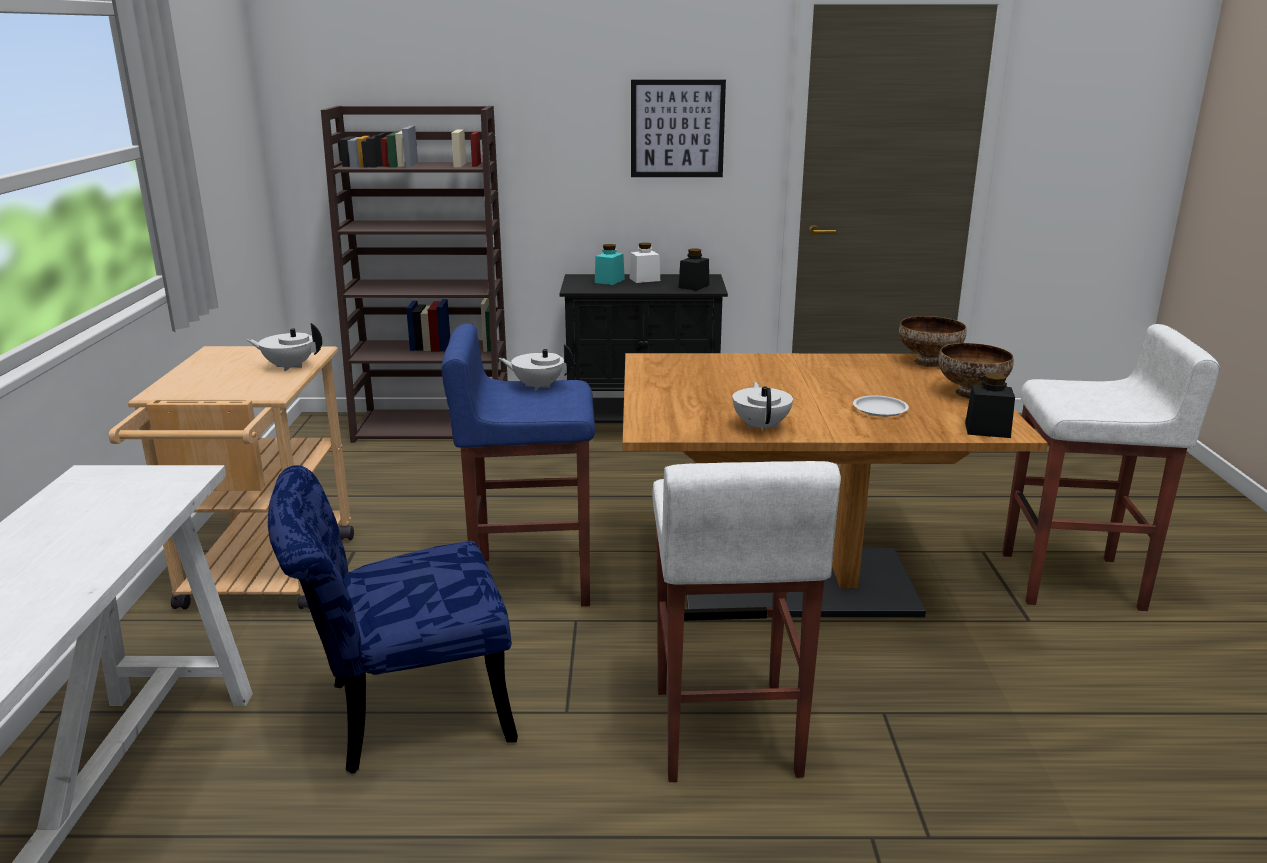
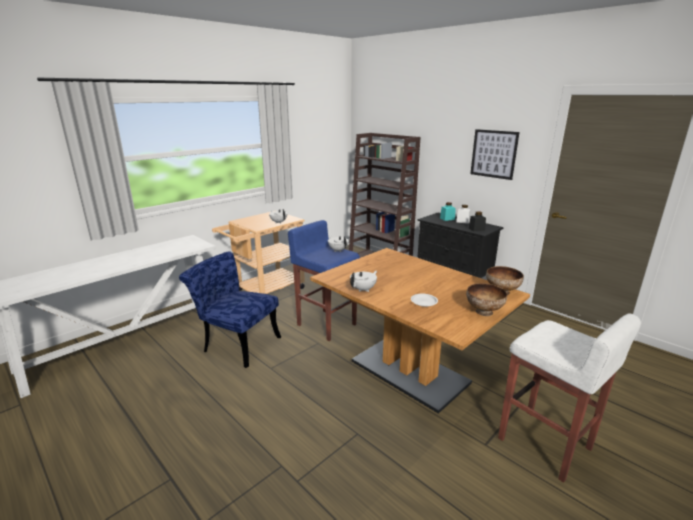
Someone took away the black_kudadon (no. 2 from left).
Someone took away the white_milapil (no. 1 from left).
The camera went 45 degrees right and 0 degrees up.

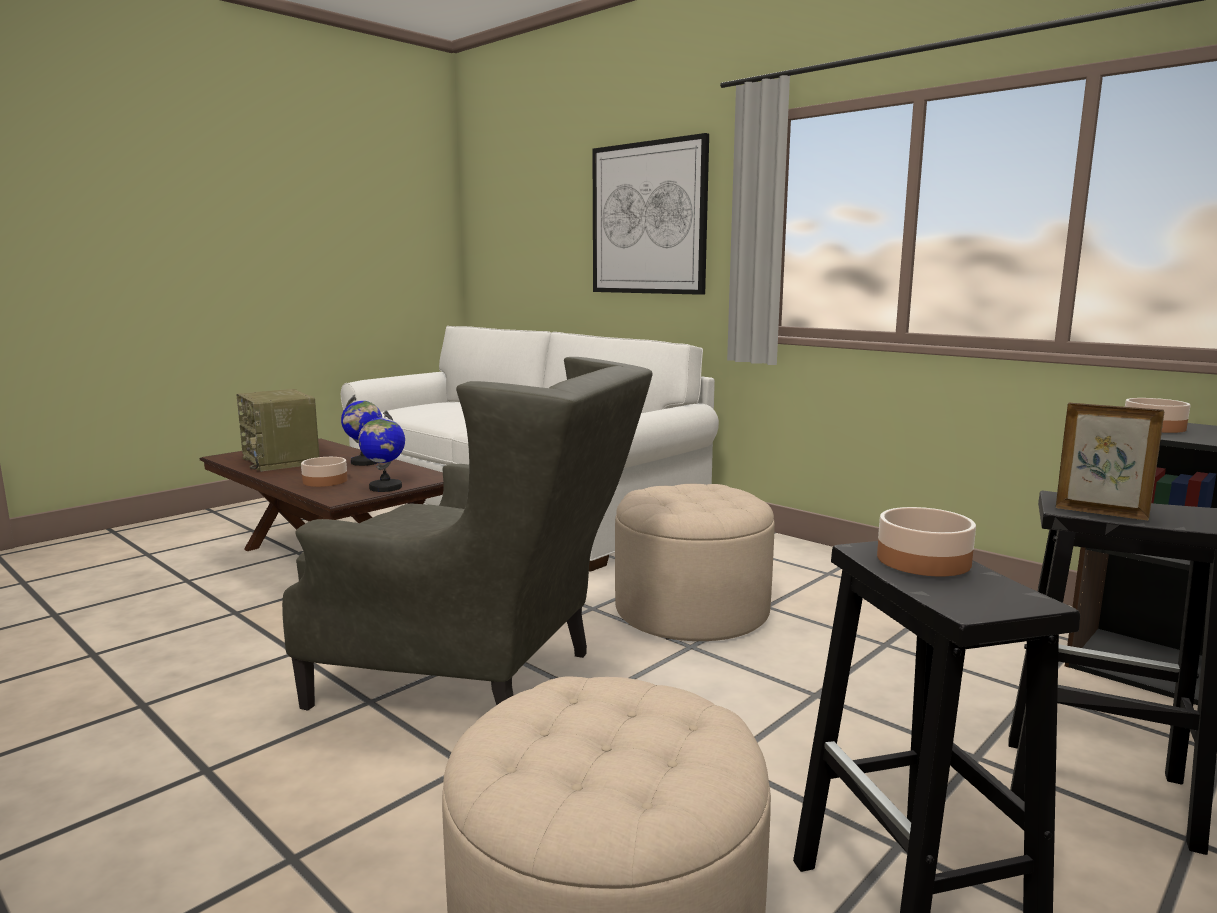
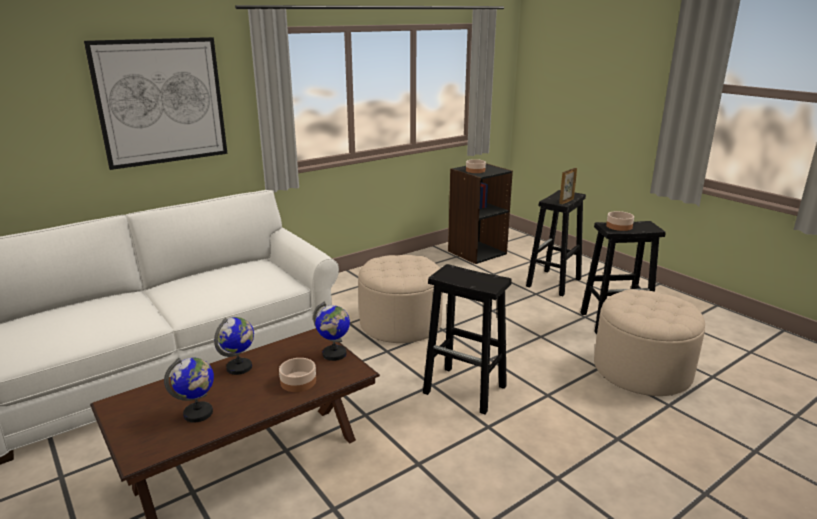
Someone swapped the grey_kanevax for the black_milapil (no. 1 from left).
Someone swapped the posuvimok for the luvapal (no. 1 from left).
The camera went 80 degrees left and 10 degrees up.

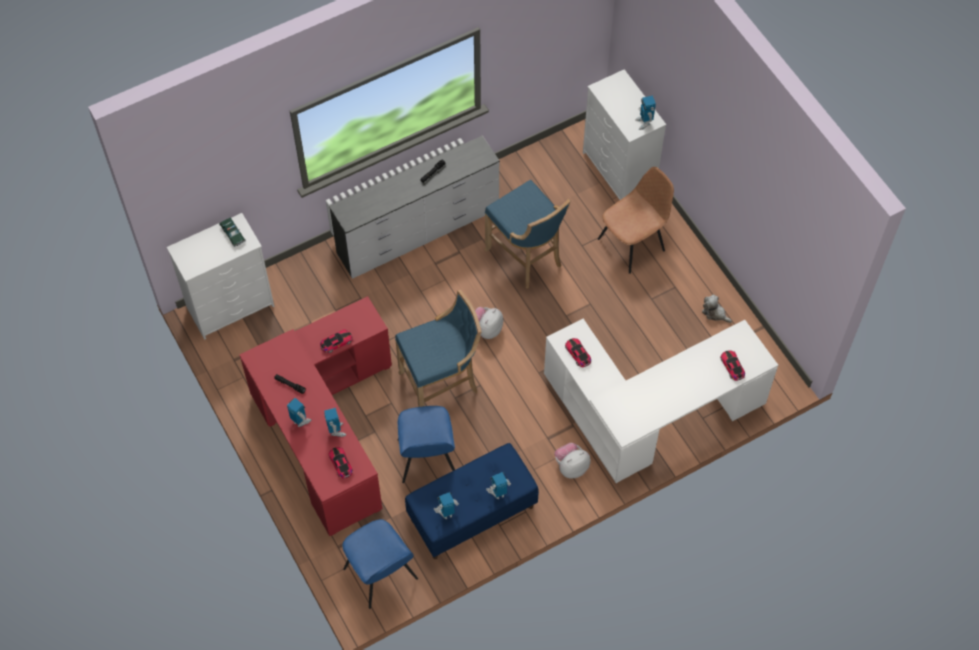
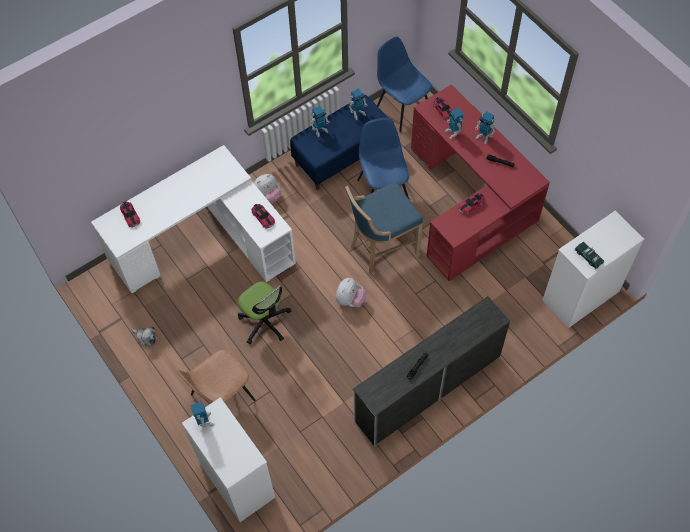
Someone took away the blue_milapil (no. 2 from left).
Someone put down the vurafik.
The camera went 175 degrees right and 0 degrees up.

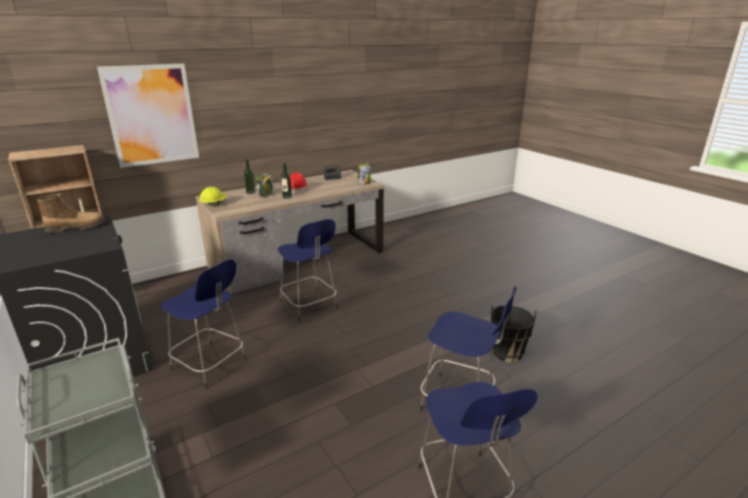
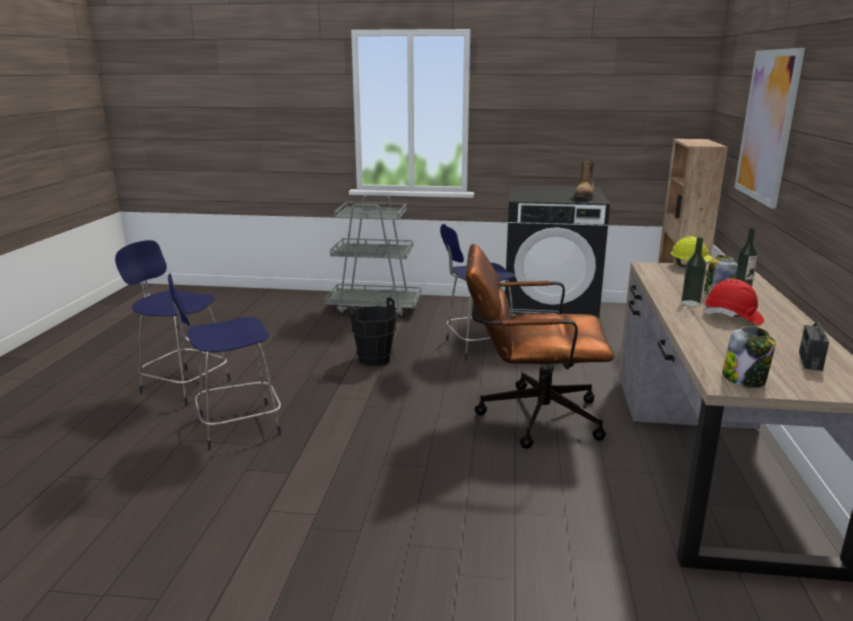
Someone swapped the blue_milapil (no. 2 from left) for the brown_vurafik.
Someone carried the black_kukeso.
The camera went 130 degrees right and 5 degrees down.

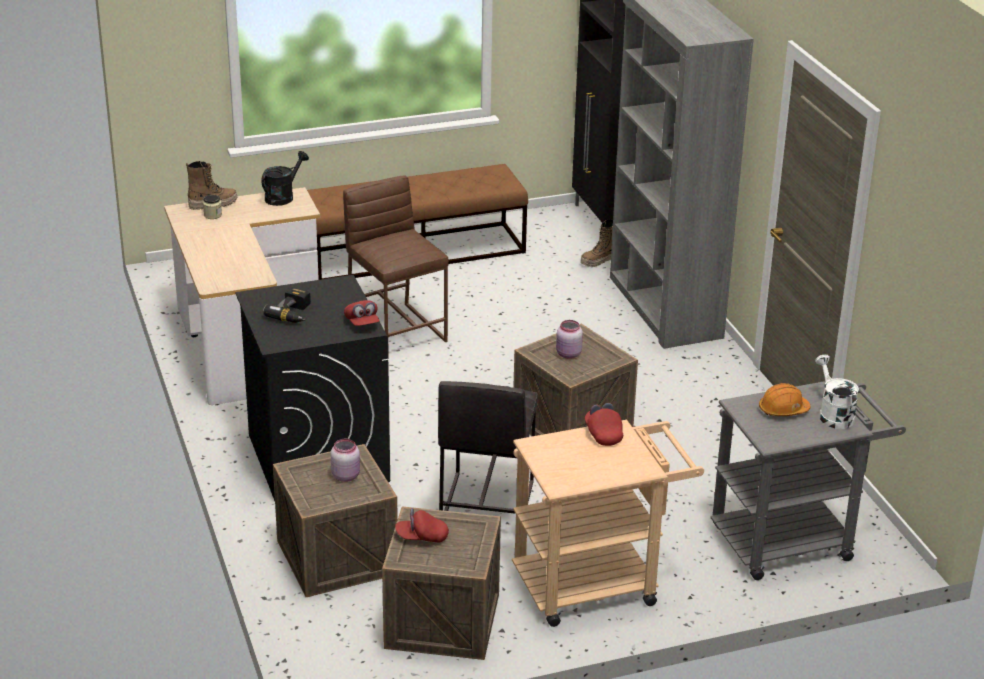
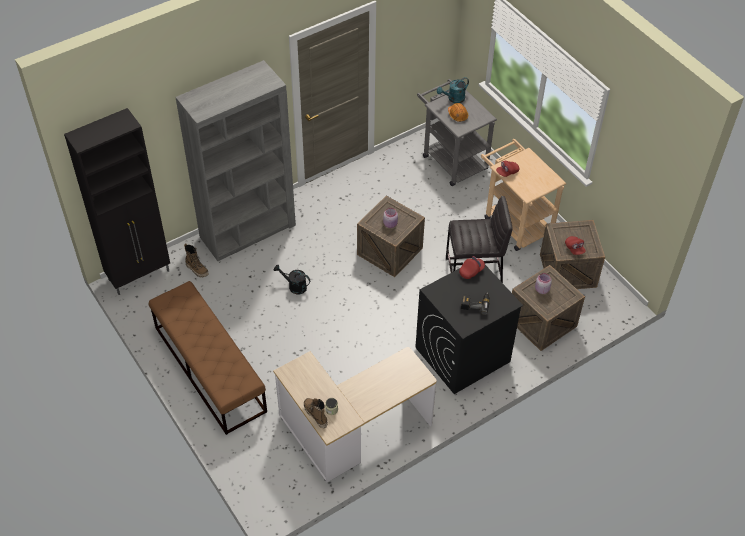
Someone carried the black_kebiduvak.
Someone took away the brown_milapil.
Someone repainted the white_kebiduvak, which became the turquoise_kebiduvak.
The camera went 105 degrees left and 20 degrees up.

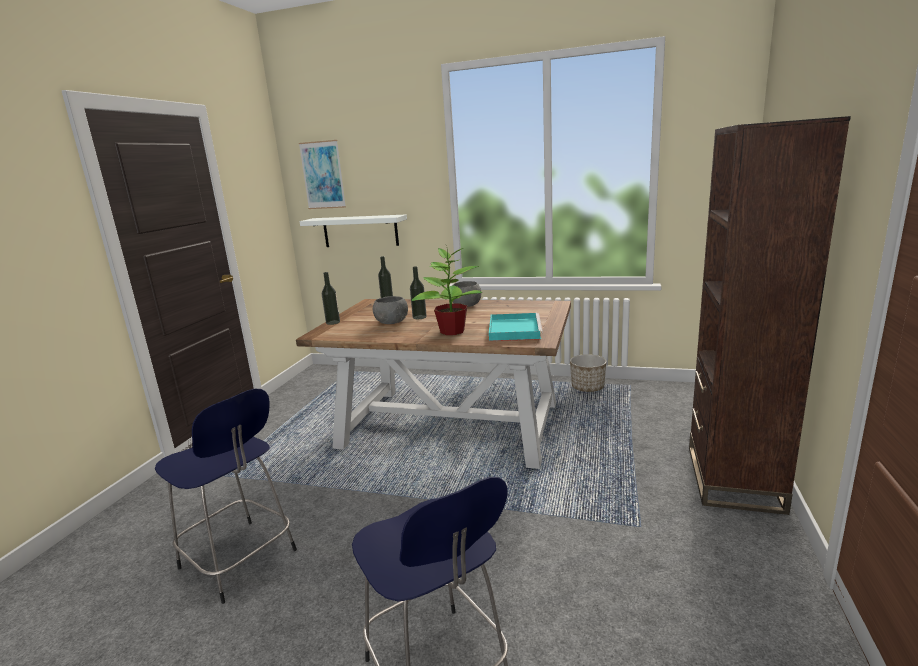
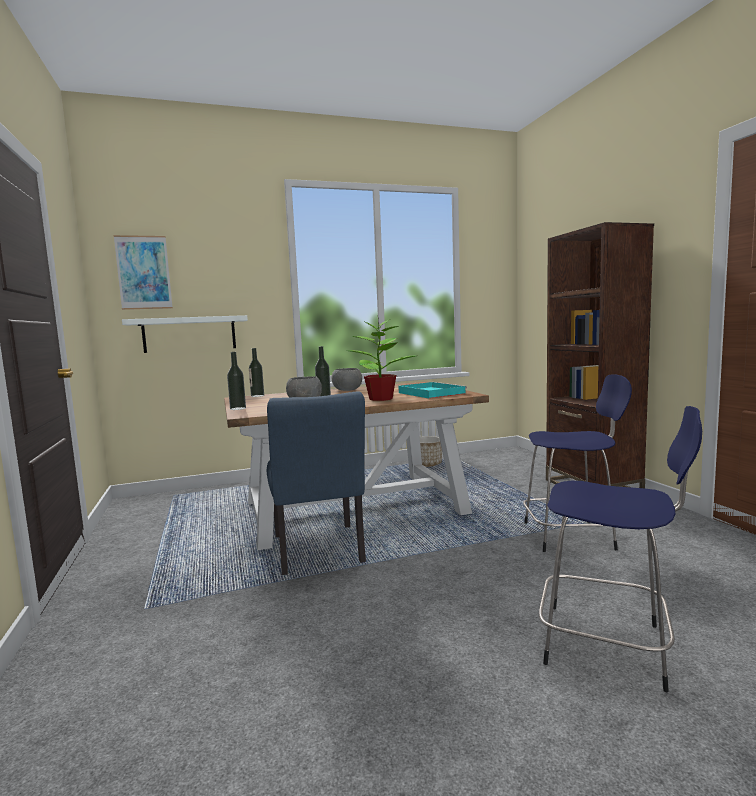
Someone carried the blue_milapil (no. 1 from left).
Someone put down the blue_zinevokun.
The camera went 35 degrees left and 10 degrees down.

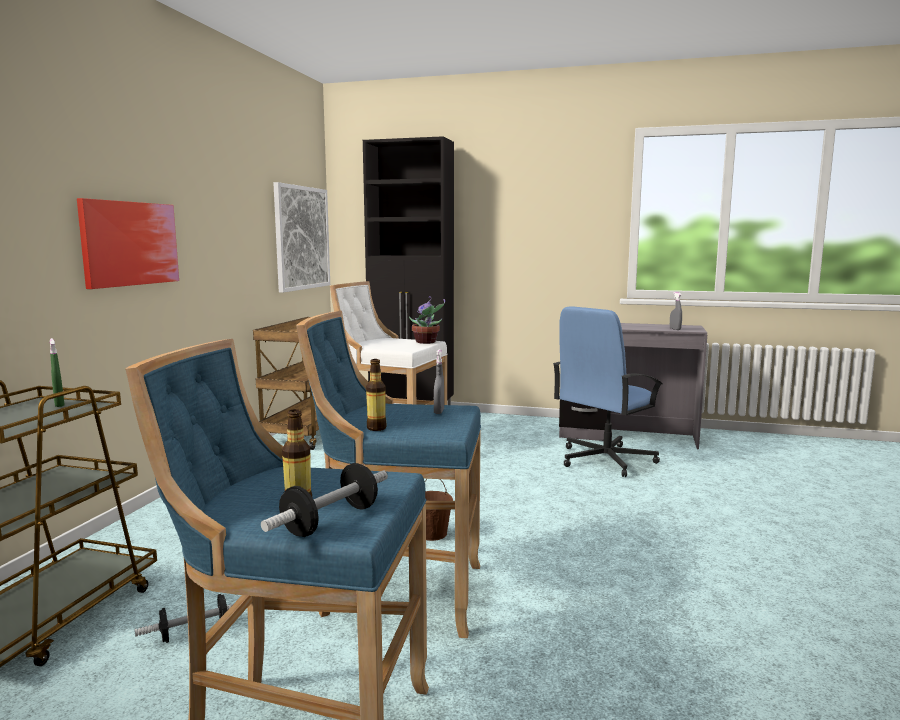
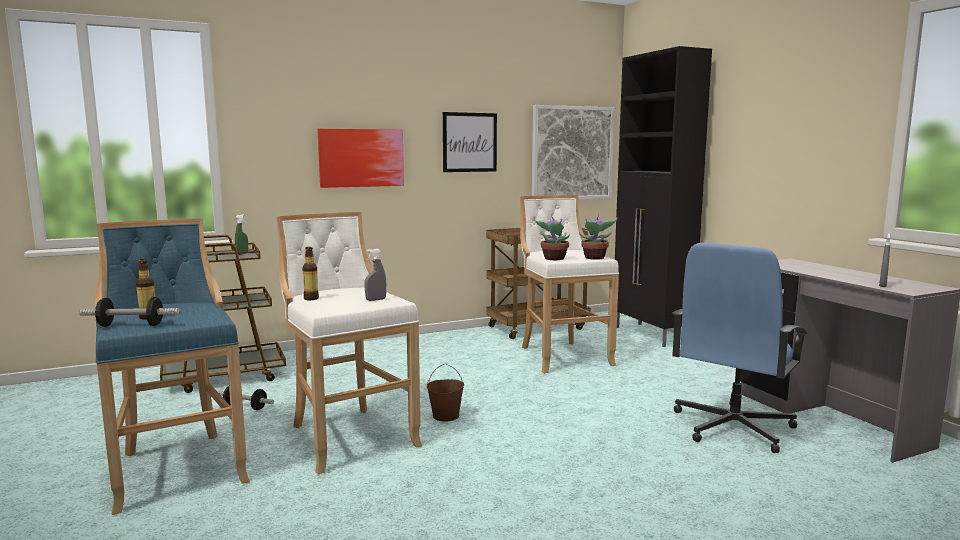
Someone rotated the blue_vurafik by 60 degrees counterclockwise.
Someone repainted the blue_milapil (no. 2 from left), which became the white_milapil (no. 1 from left).
Someone put up the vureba (no. 2 from left).
Someone put down the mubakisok (no. 1 from left).
The camera went 50 degrees right and 0 degrees up.

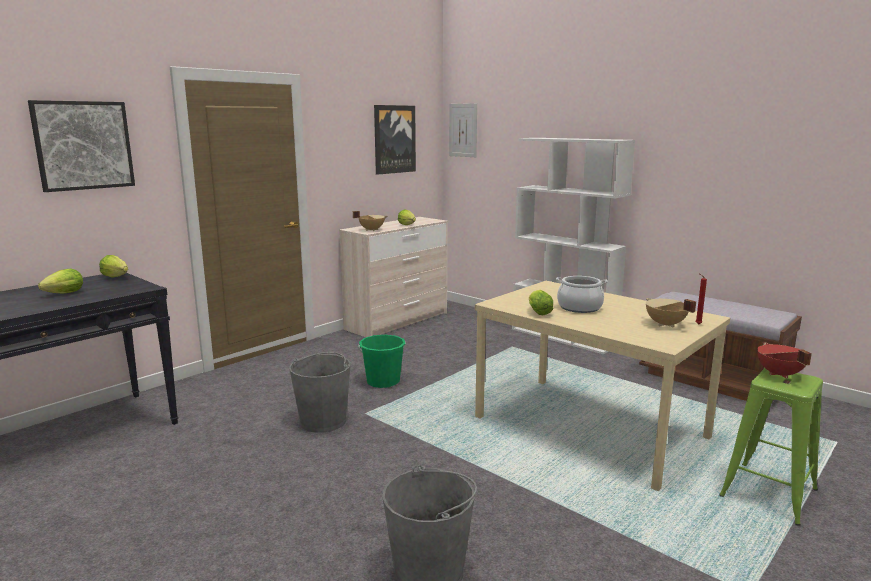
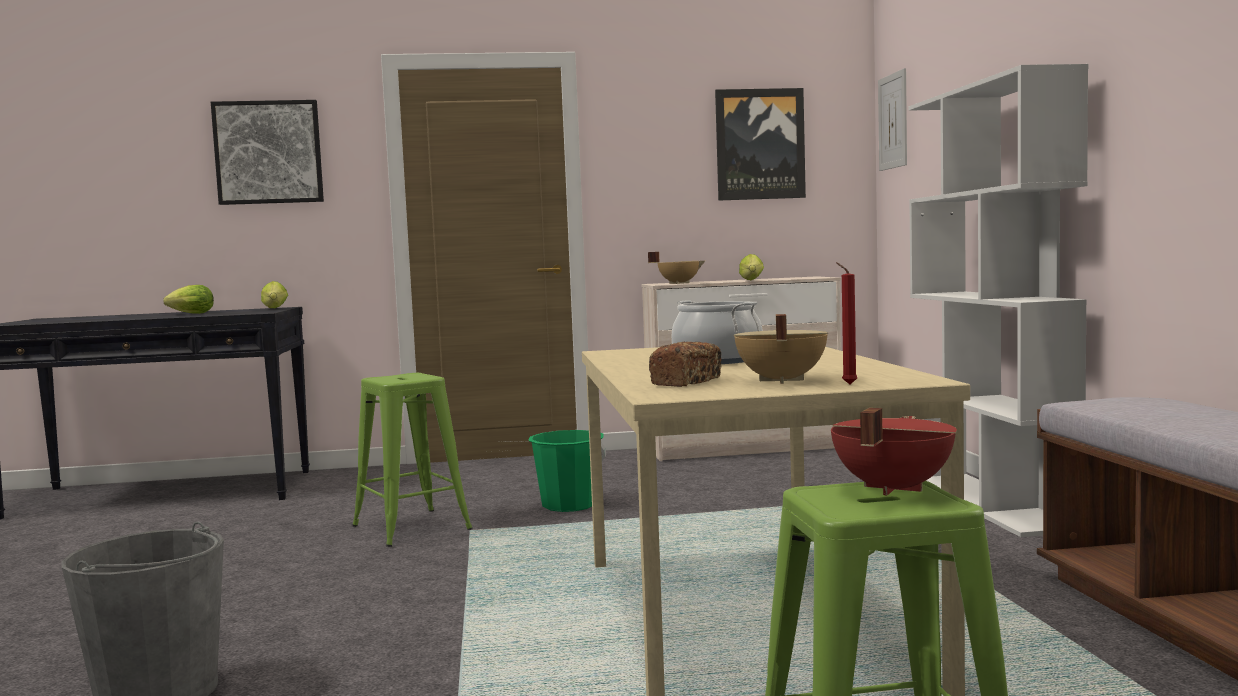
Someone took away the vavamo (no. 4 from left).
Someone swapped the grey_kukeso (no. 1 from left) for the green_milapil (no. 1 from left).
Someone put down the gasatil.
The camera went 40 degrees right and 10 degrees down.

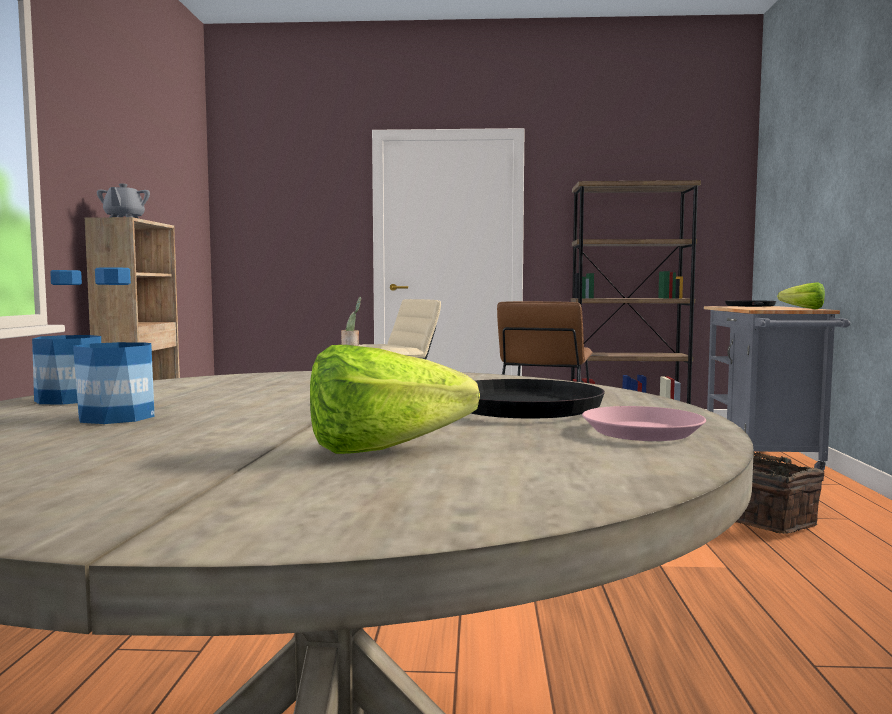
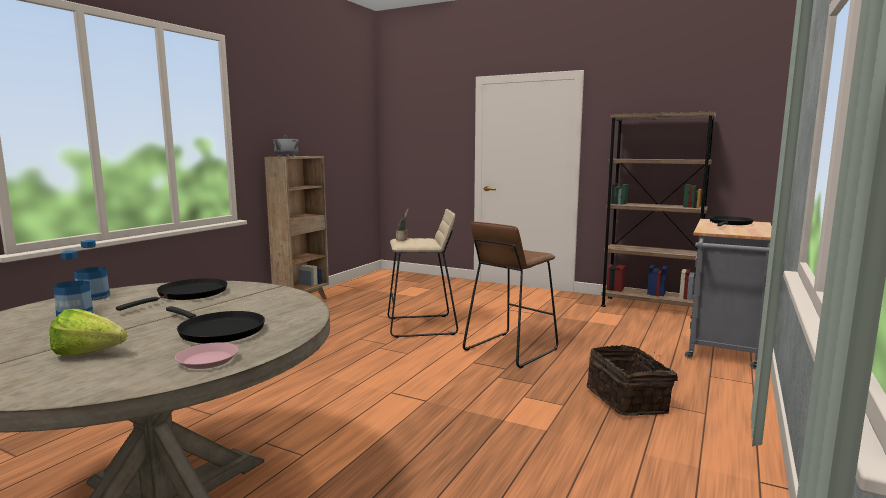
Someone took away the vavamo (no. 2 from left).
Someone put down the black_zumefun (no. 1 from left).
The camera went 25 degrees right and 5 degrees up.

